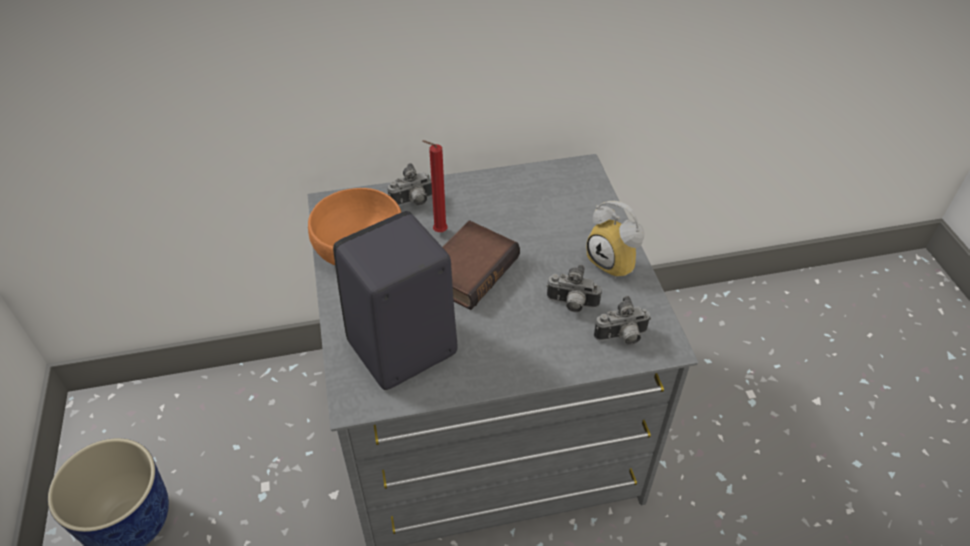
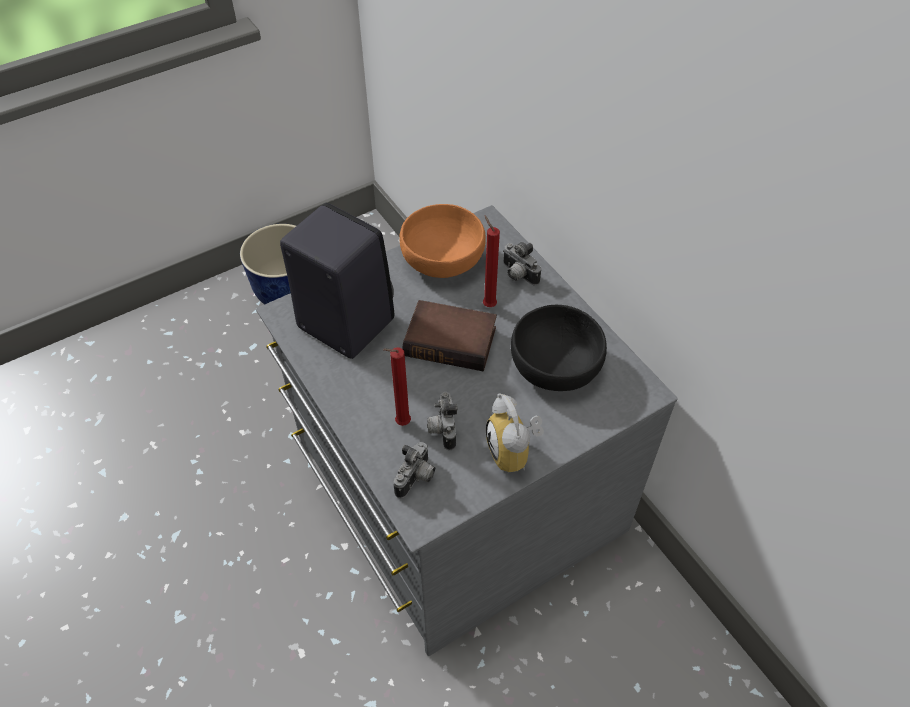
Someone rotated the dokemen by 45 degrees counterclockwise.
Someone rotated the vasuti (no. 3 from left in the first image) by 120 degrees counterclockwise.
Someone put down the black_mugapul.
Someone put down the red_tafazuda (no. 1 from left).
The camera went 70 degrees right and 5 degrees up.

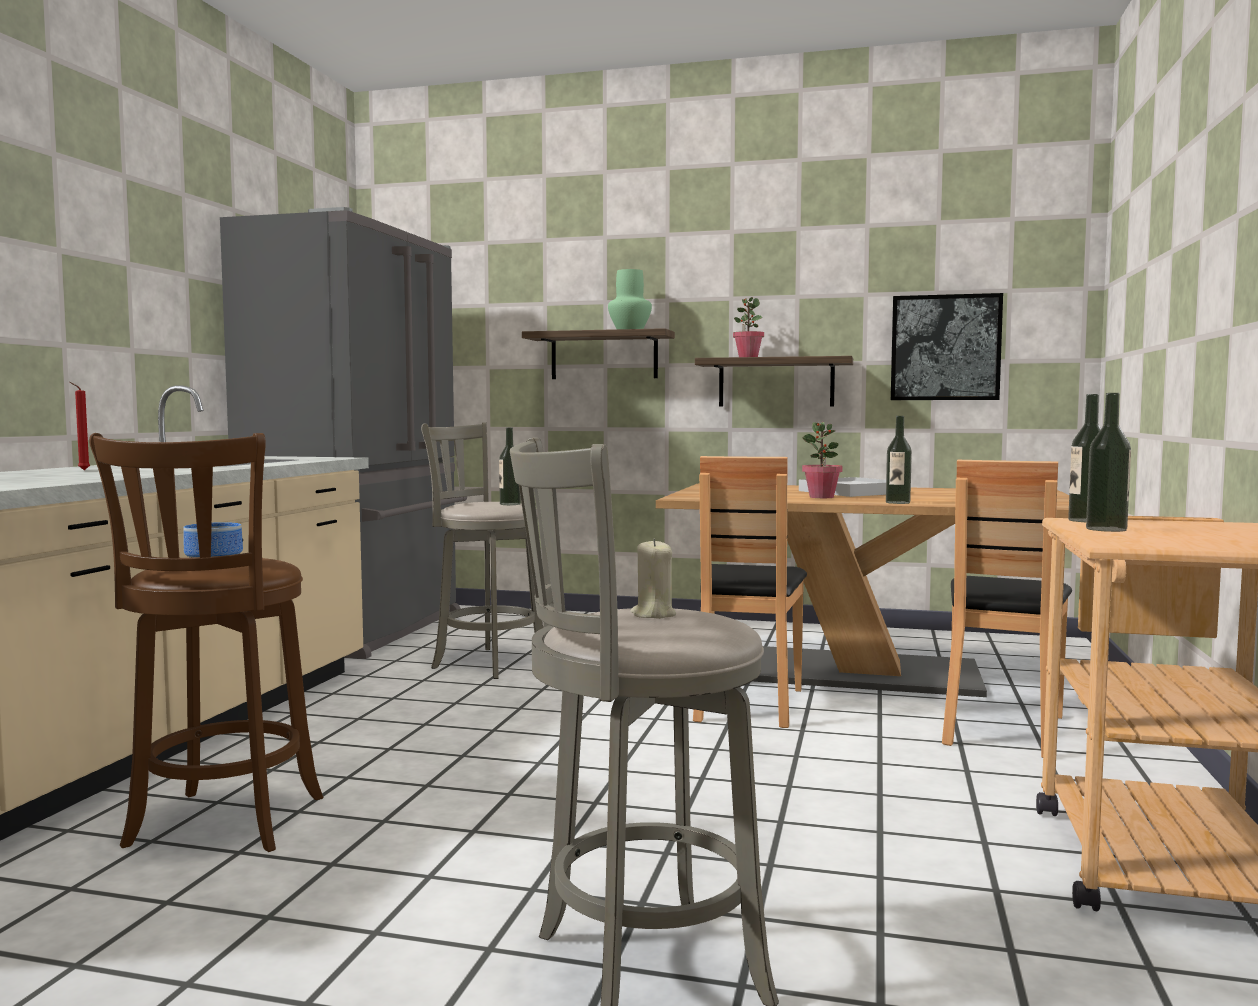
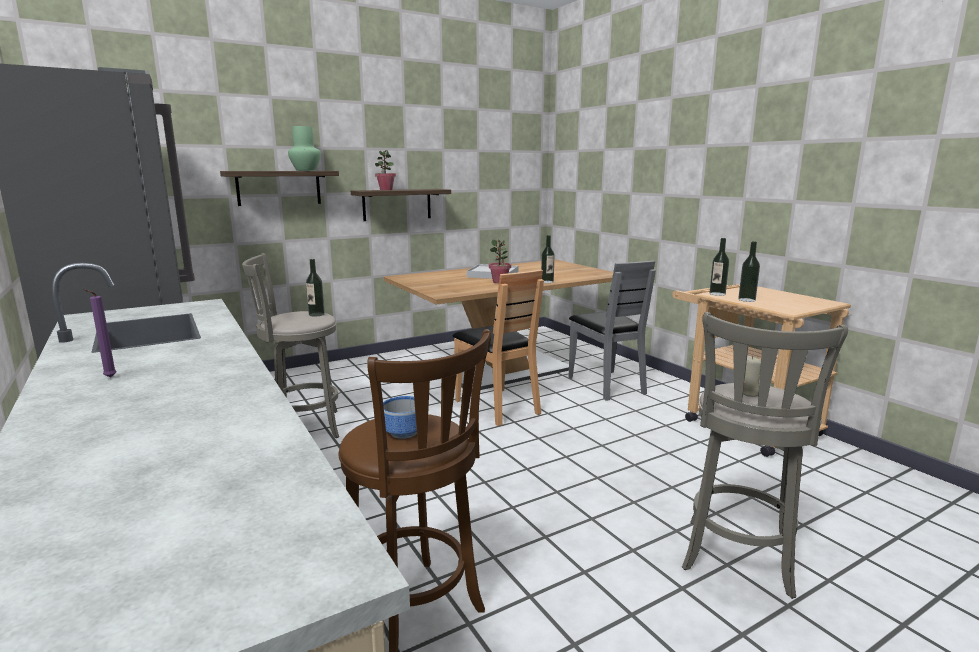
Someone took away the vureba.
Someone repainted the red_tafazuda, which became the purple_tafazuda.
Someone repainted the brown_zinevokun (no. 2 from left), which became the grey_zinevokun.
The camera went 45 degrees left and 10 degrees up.

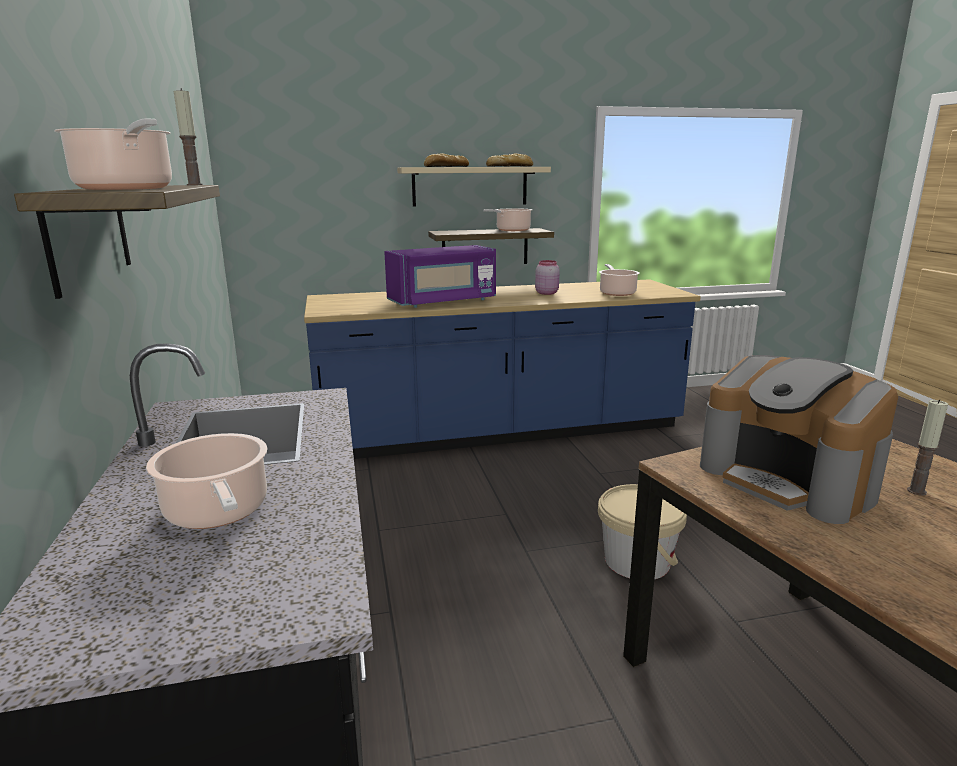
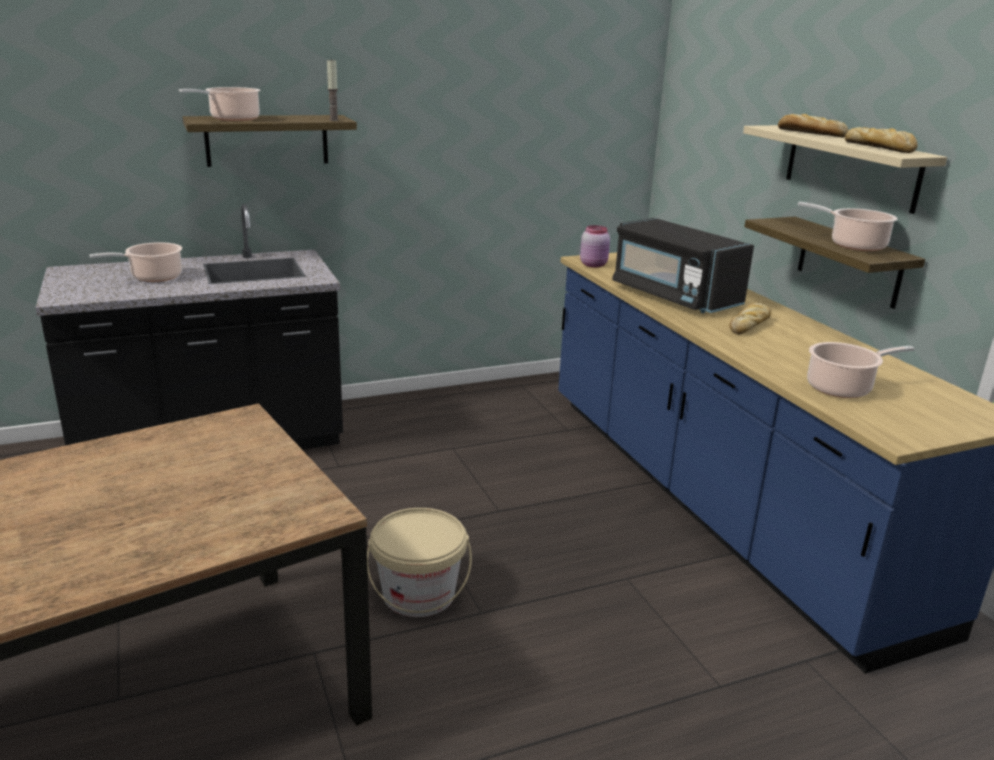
Someone repainted the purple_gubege, which became the black_gubege.
Someone carried the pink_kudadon.
Someone took away the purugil.
Someone took away the tafazuda (no. 2 from left).
Someone put down the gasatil (no. 1 from left).
The camera went 80 degrees right and 5 degrees up.

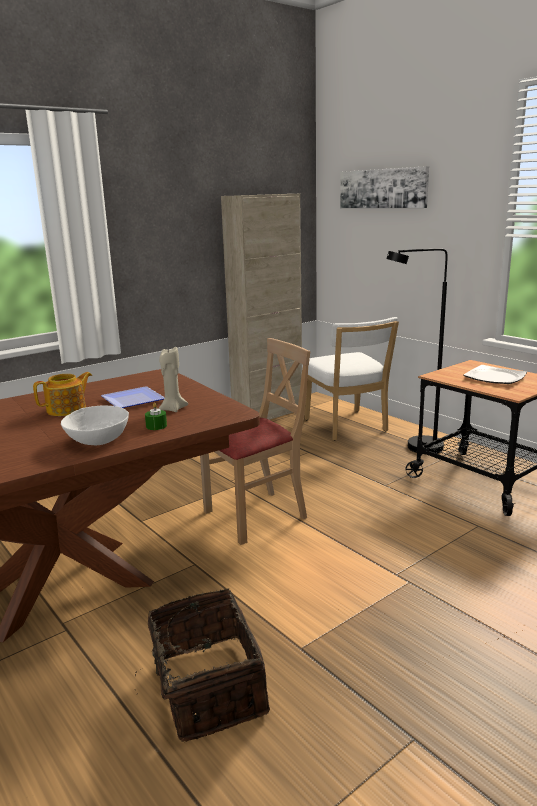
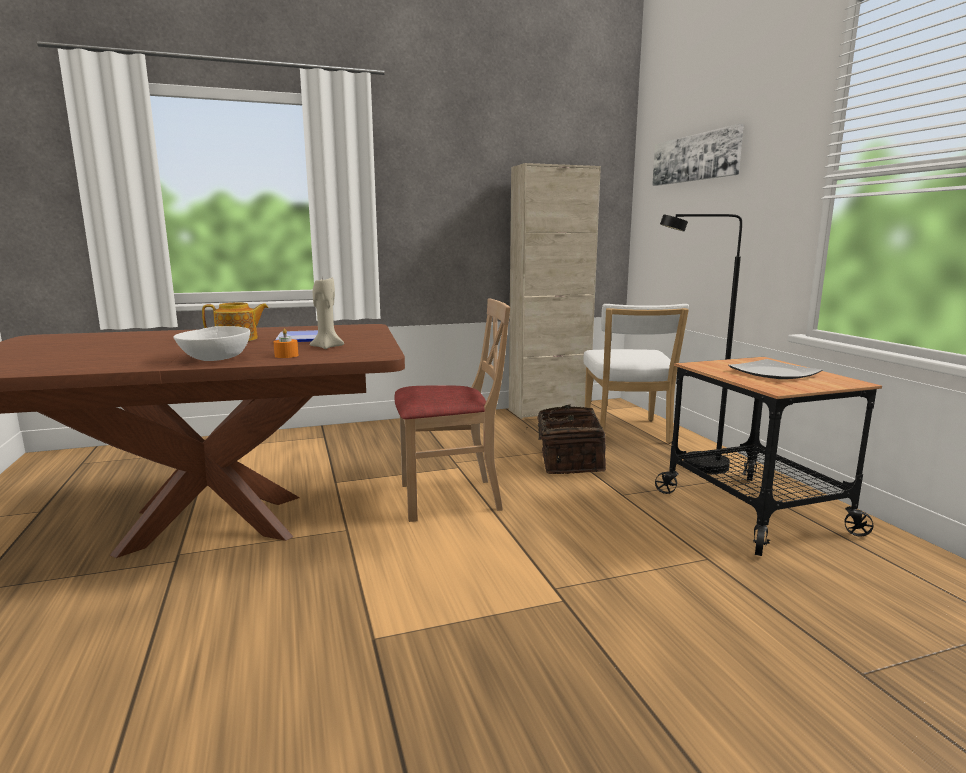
Someone repainted the green_tafazuda, which became the orange_tafazuda.
Someone carried the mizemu.
The camera went 20 degrees right and 5 degrees down.

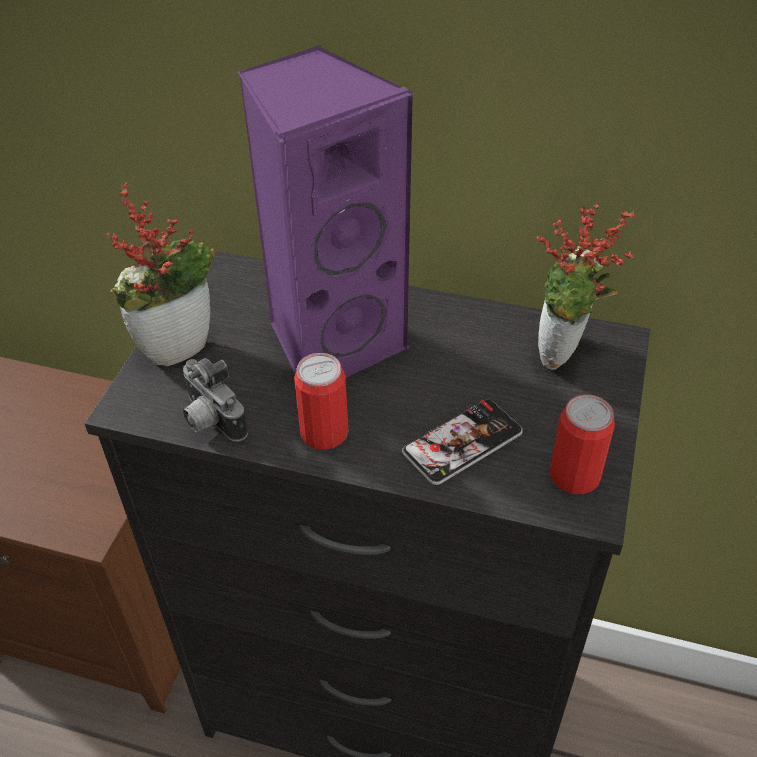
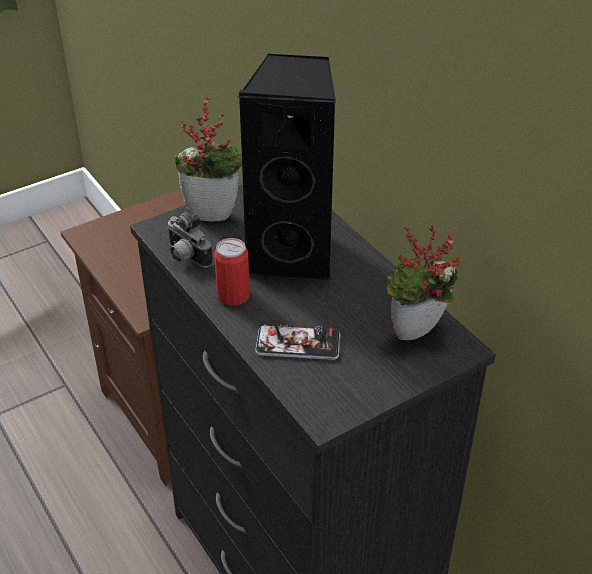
Someone repainted the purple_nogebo, which became the black_nogebo.
Someone rotated the vasuti by 45 degrees counterclockwise.
Someone took away the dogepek (no. 2 from left).
The camera went 40 degrees right and 5 degrees down.

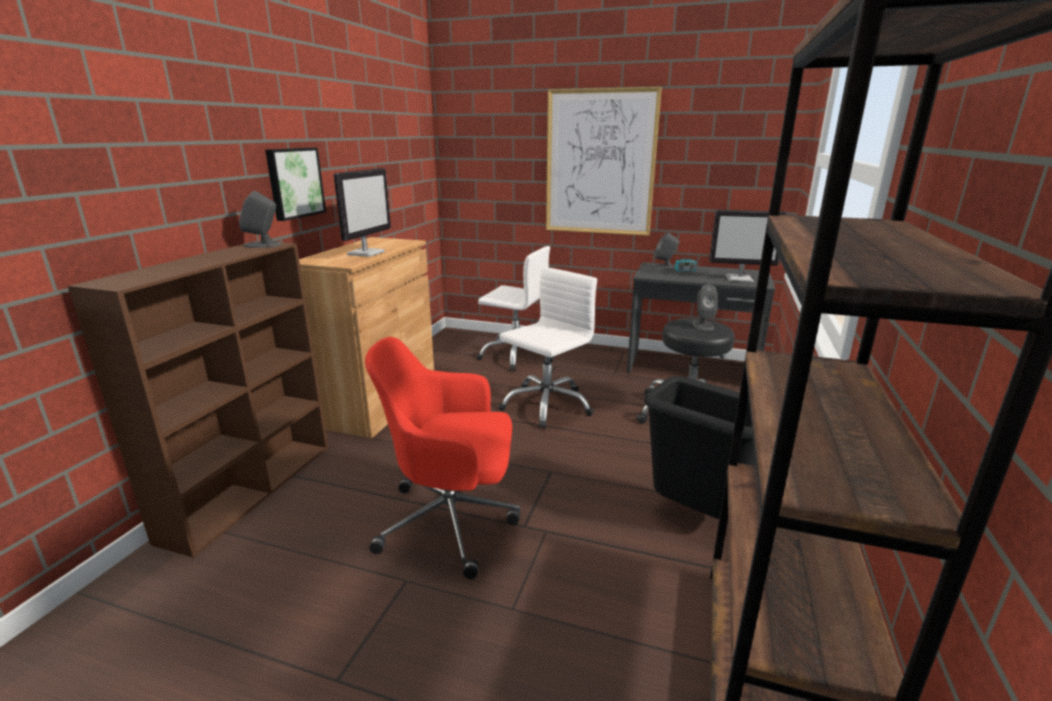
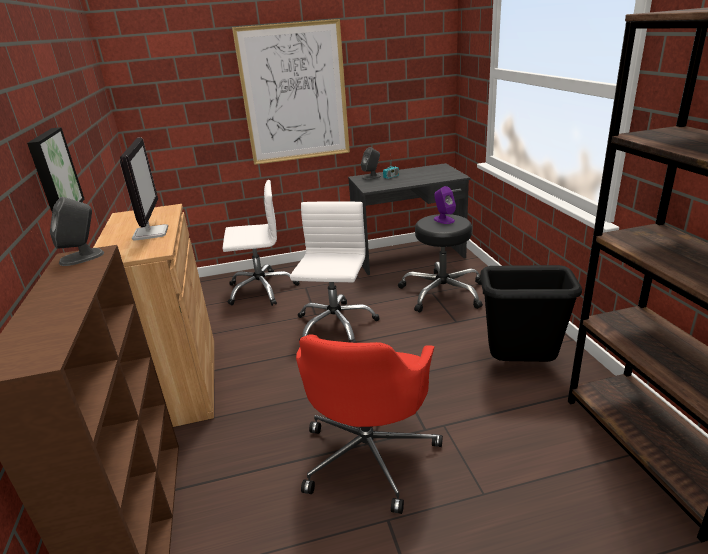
Someone took away the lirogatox (no. 2 from left).
Someone repainted the grey_nogebo (no. 3 from left), which became the purple_nogebo.
Someone rotated the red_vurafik by 45 degrees counterclockwise.
The camera went 30 degrees left and 5 degrees up.

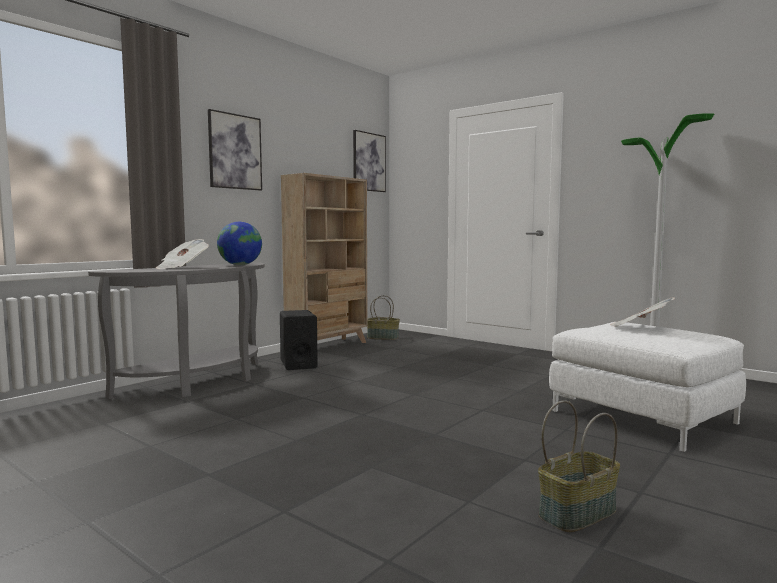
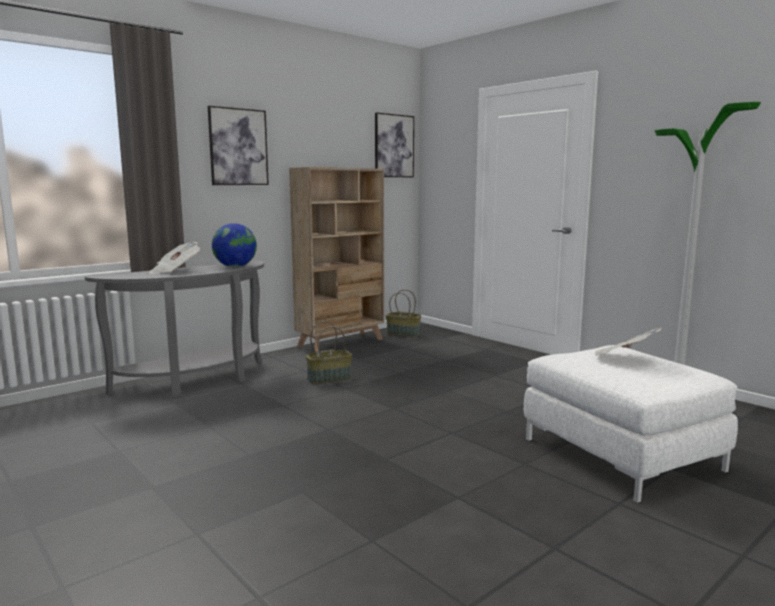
Someone took away the black_nogebo.
Someone carried the mizemu (no. 2 from left in the first image).
The camera went 10 degrees right and 5 degrees up.

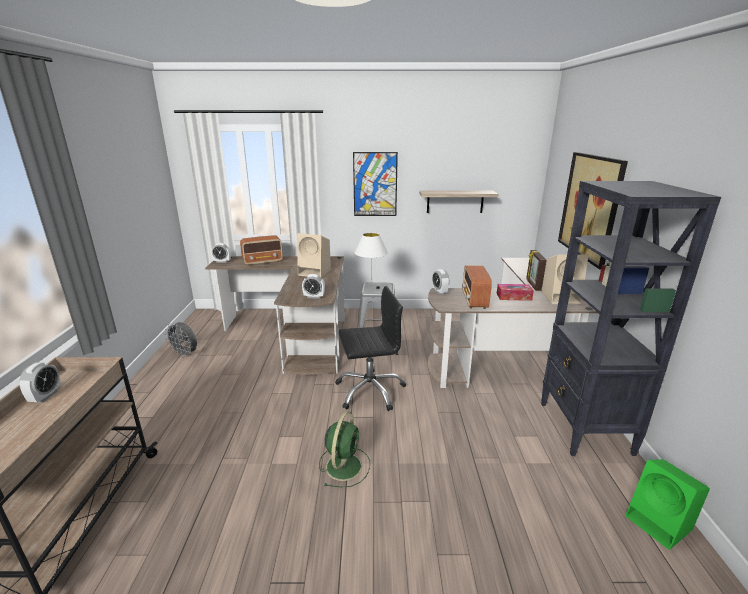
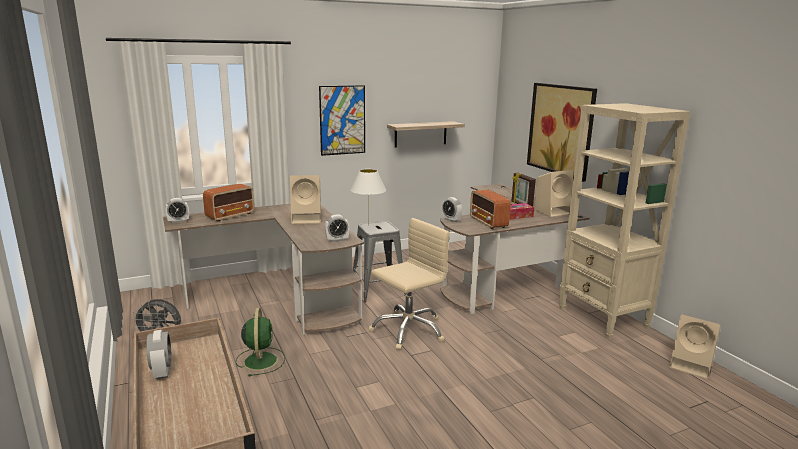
Someone repainted the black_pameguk, which became the beige_pameguk.
Someone repainted the black_vurafik, which became the beige_vurafik.
Someone carried the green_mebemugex.
Someone repainted the green_nogebo, which became the beige_nogebo (no. 3 from left).
The camera went 25 degrees left and 5 degrees down.

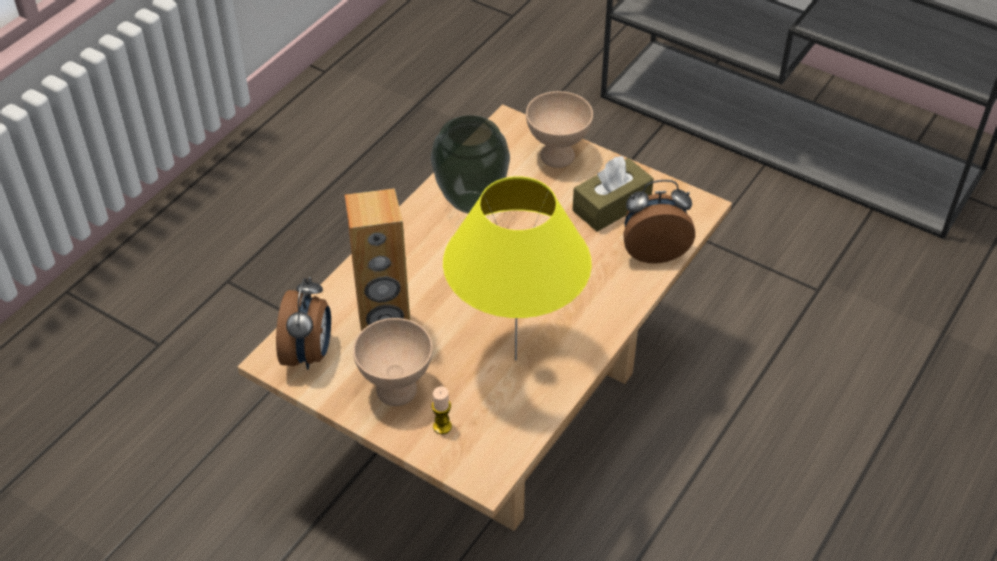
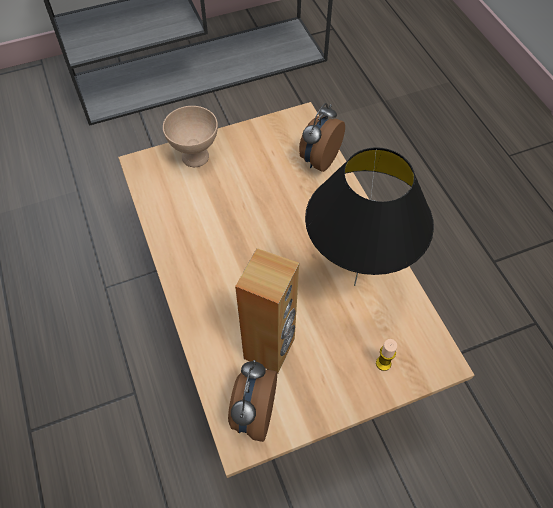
Someone took away the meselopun.
Someone took away the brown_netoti.
Someone repainted the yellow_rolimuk, which became the black_rolimuk.
Someone rotated the dokemen (no. 1 from left) by 120 degrees counterclockwise.
Someone took away the beige_mugapul (no. 1 from left).
The camera went 55 degrees left and 10 degrees up.

